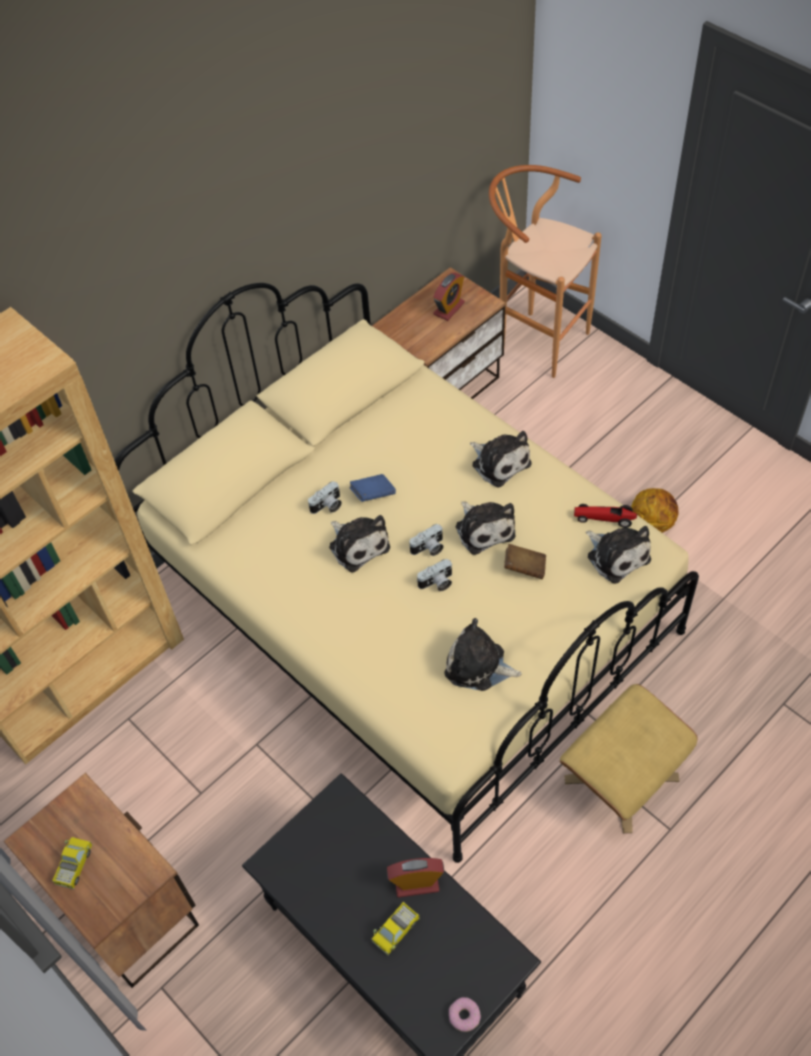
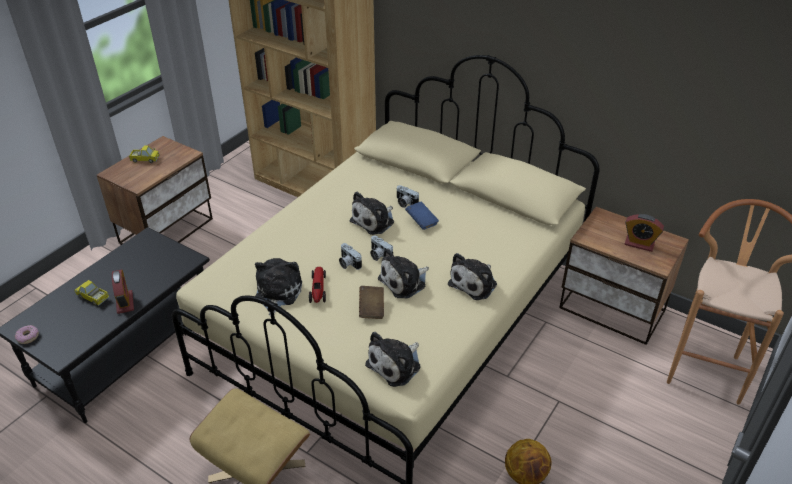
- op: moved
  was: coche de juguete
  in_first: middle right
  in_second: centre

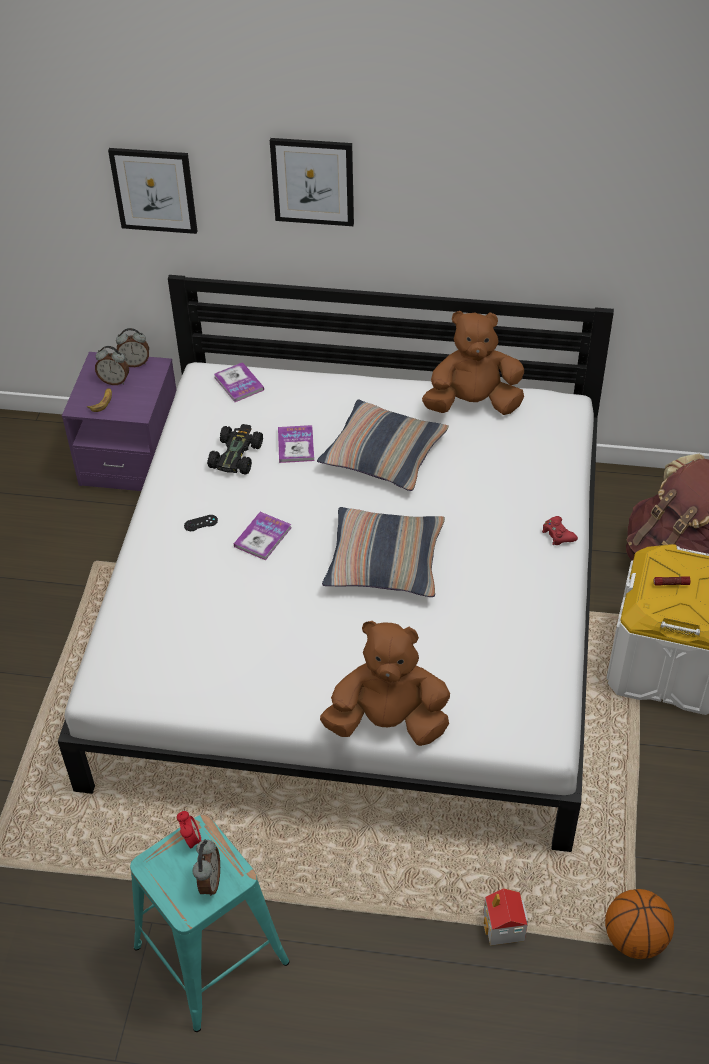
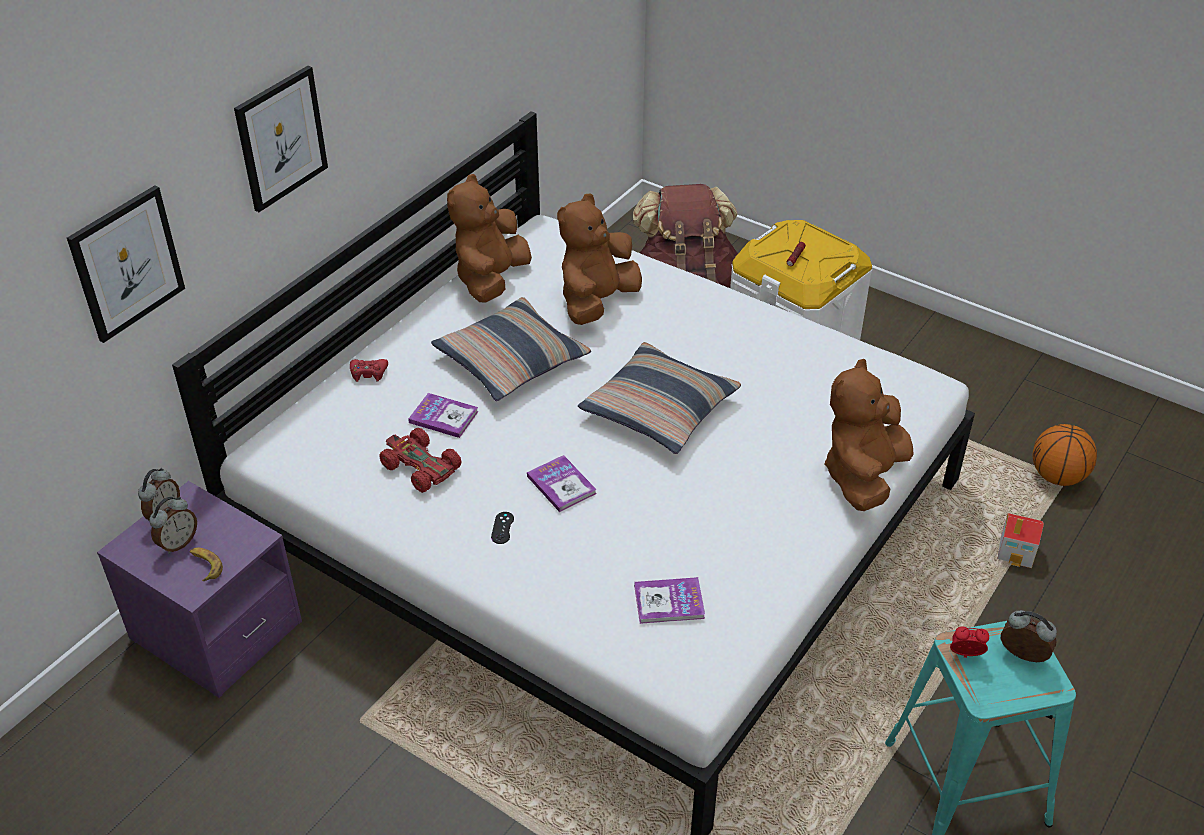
- op: moved
  was: mando de consola [rojo]
  in_first: middle right
  in_second: middle left
- op: recoloured
  was: coche de juguete [negro]
  now: coche de juguete [rojo]
  in_first: middle left
  in_second: centre
- op: added
  now: peluche [marrón] (2nd from left)
  in_second: top centre
- op: moved
  was: libro (1st from left in the first image)
  now: libro (3rd from left)
  in_first: centre
  in_second: bottom centre

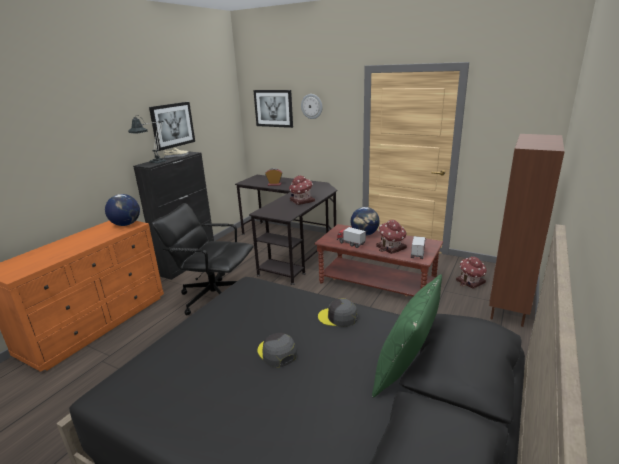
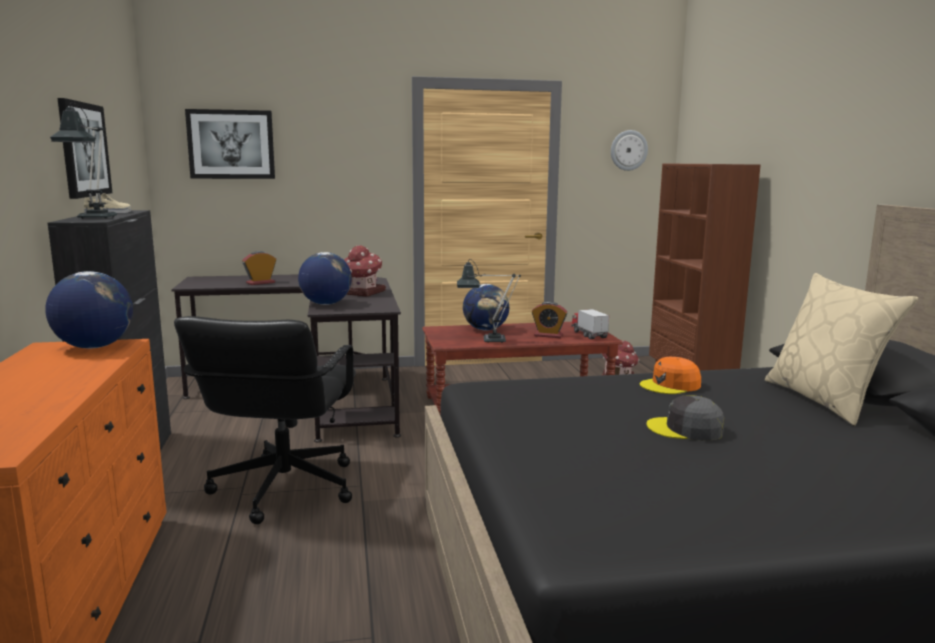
- op: turned
  was: silla de oficina [negro]
  in_first: middle left
  in_second: middle left
  clockwise: -60
- op: added
  now: globo terráqueo (2nd from left)
  in_second: centre
- op: replaced
  was: camión de juguete (1st from left)
  now: lámpara de mesa (2nd from left)
  in_first: centre
  in_second: centre
- op: replaced
  was: casita (2nd from left)
  now: despertador (2nd from left)
  in_first: centre
  in_second: centre
- op: moved
  was: reloj de pared
  in_first: top centre
  in_second: top right
- op: recoloured
  was: gorra [gris] (2nd from left)
  now: gorra [naranja]
  in_first: bottom centre
  in_second: middle right
- op: recoloured
  was: cojín [verde]
  now: cojín [beis]
  in_first: bottom centre
  in_second: middle right

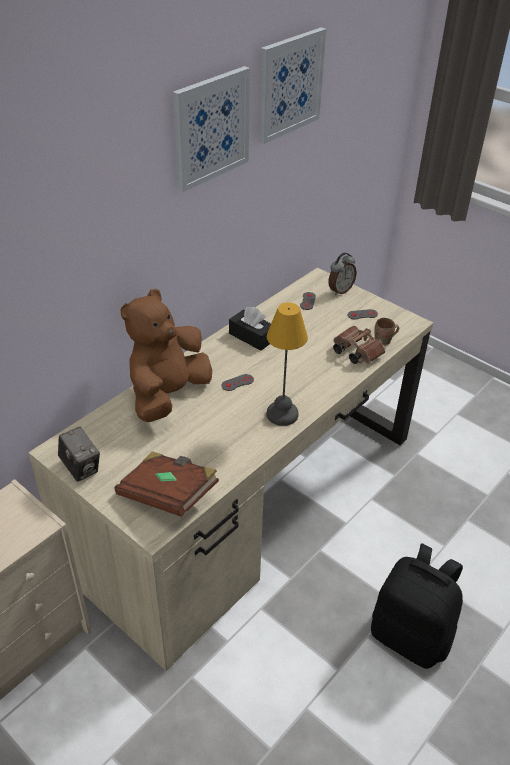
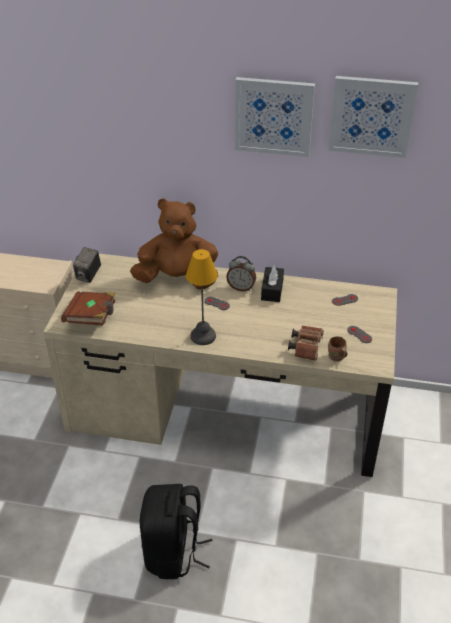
- op: moved
  was: despertador
  in_first: middle right
  in_second: centre

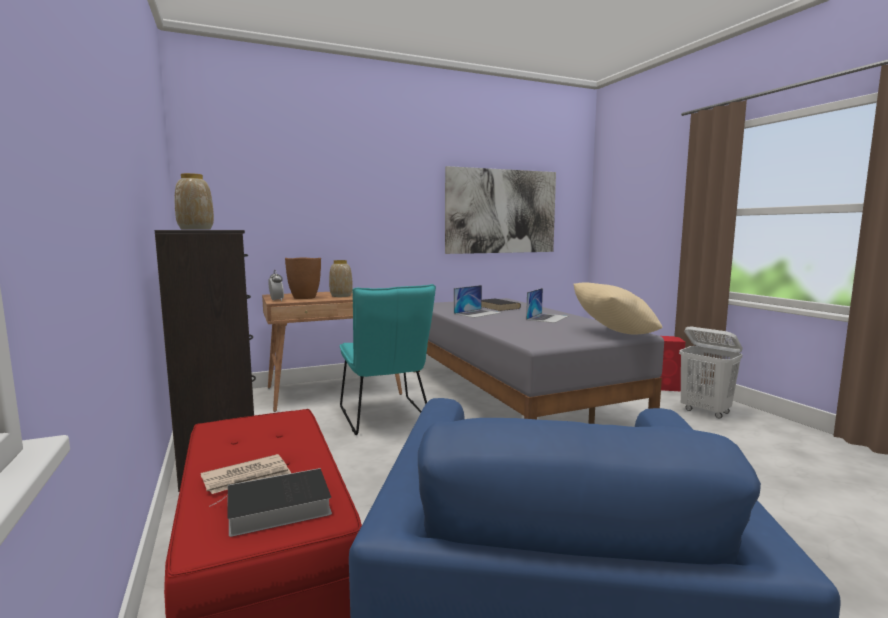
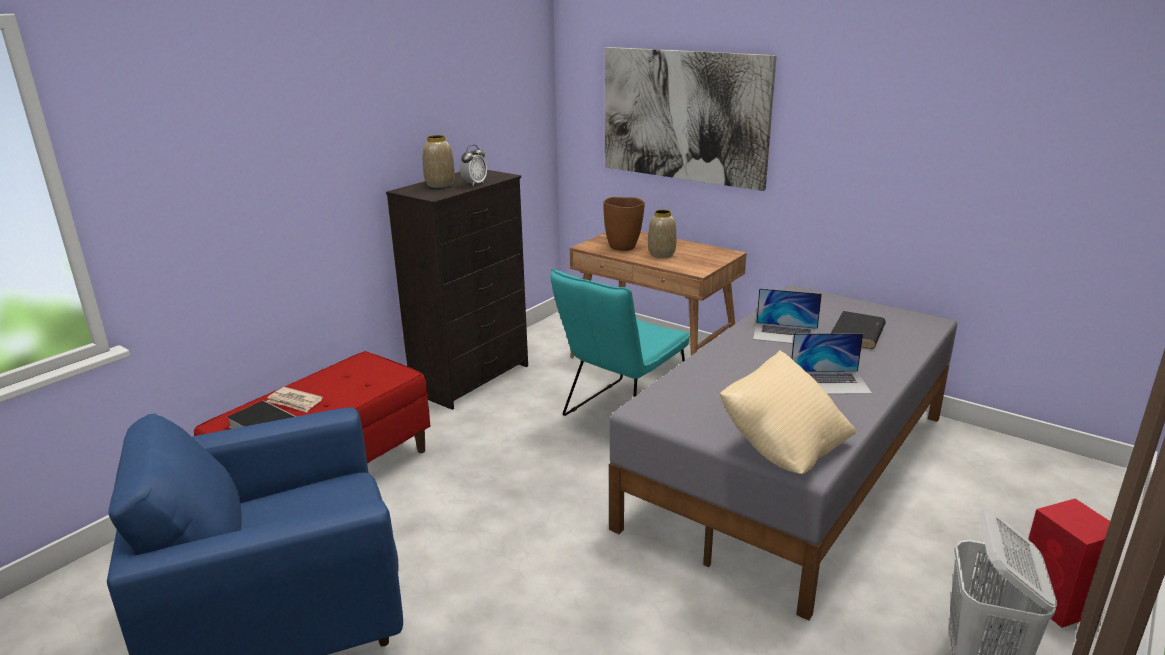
- op: moved
  was: despertador
  in_first: middle left
  in_second: top centre
- op: moved
  was: cuadro
  in_first: centre
  in_second: top centre

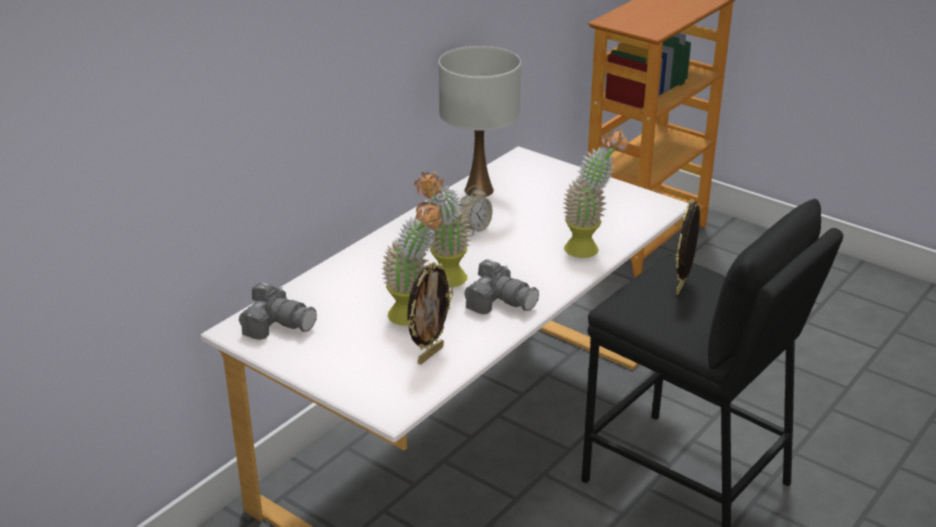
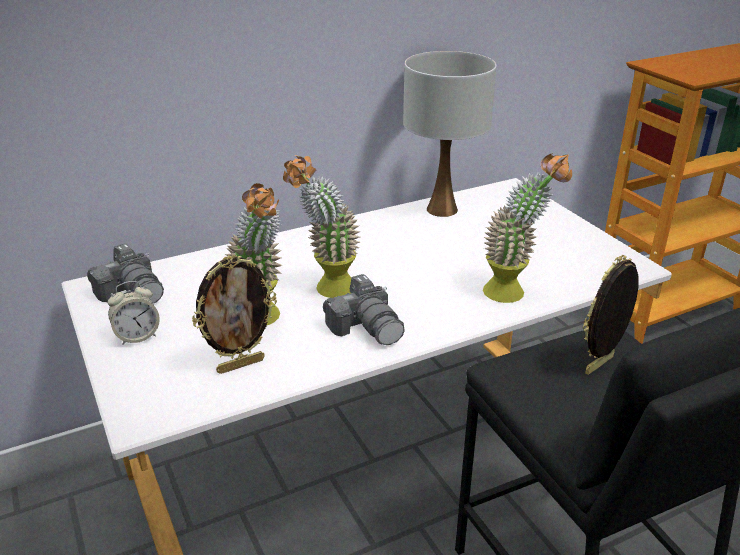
- op: moved
  was: despertador
  in_first: centre
  in_second: middle left

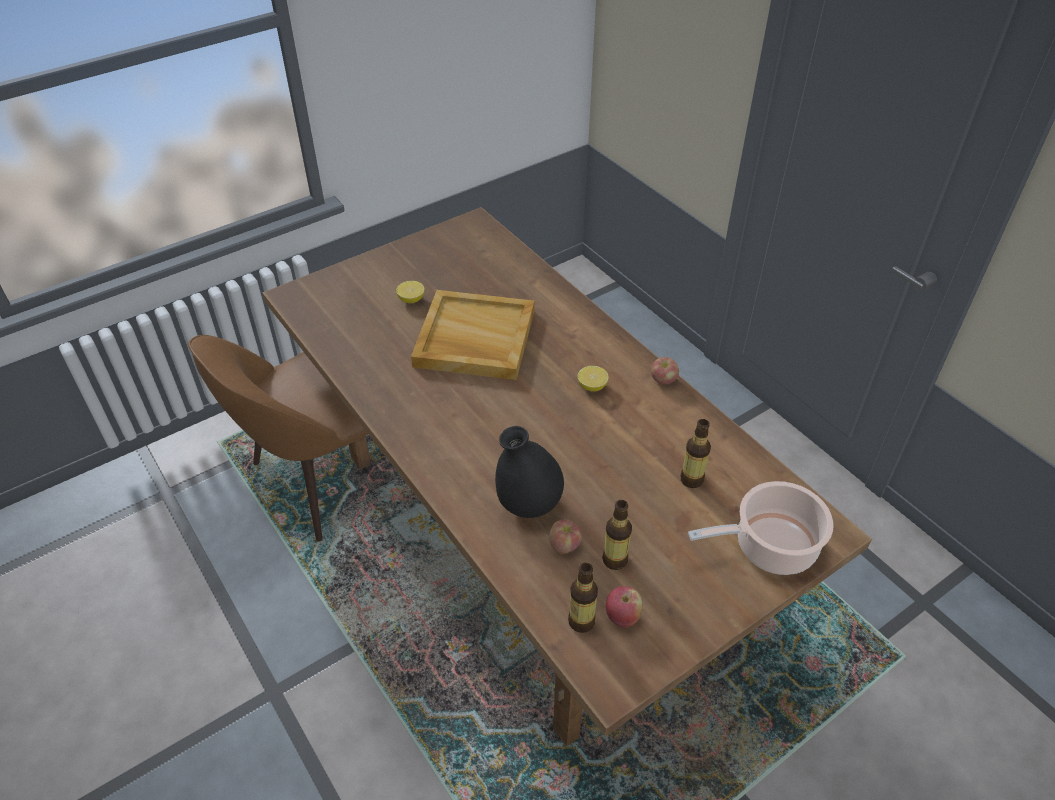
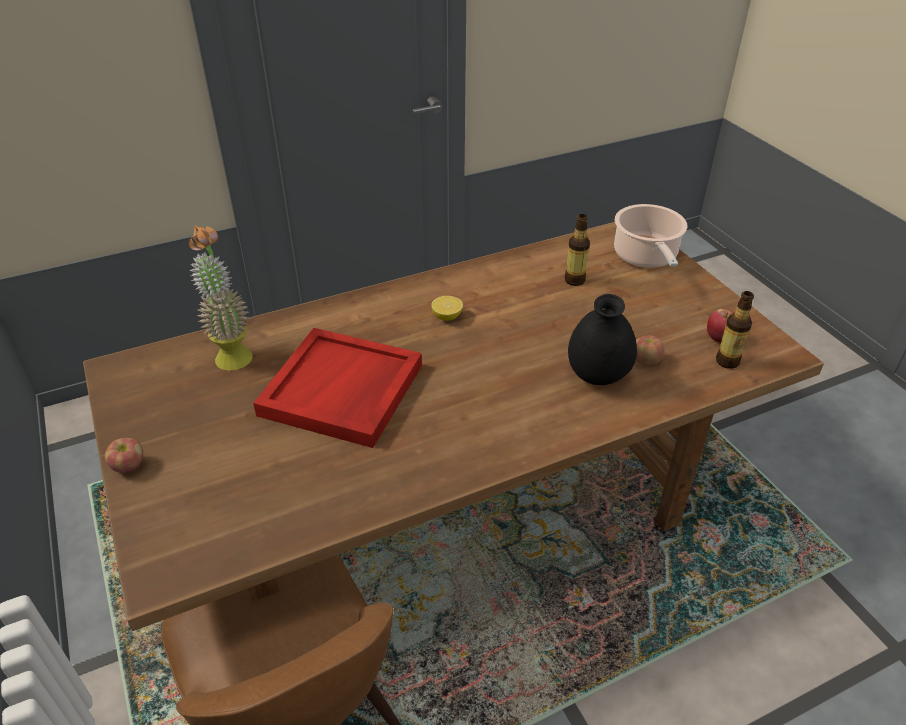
- op: moved
  was: manzana (3rd from left in the first image)
  now: manzana (1st from left)
  in_first: centre
  in_second: middle left
- op: added
  now: planta en maceta
  in_second: middle left
- op: recoloured
  was: bandeja [beis]
  now: bandeja [rojo]
  in_first: centre
  in_second: centre
- op: removed
  was: limón (1st from left)
  in_first: centre
- op: removed
  was: botella (2nd from left)
  in_first: bottom centre

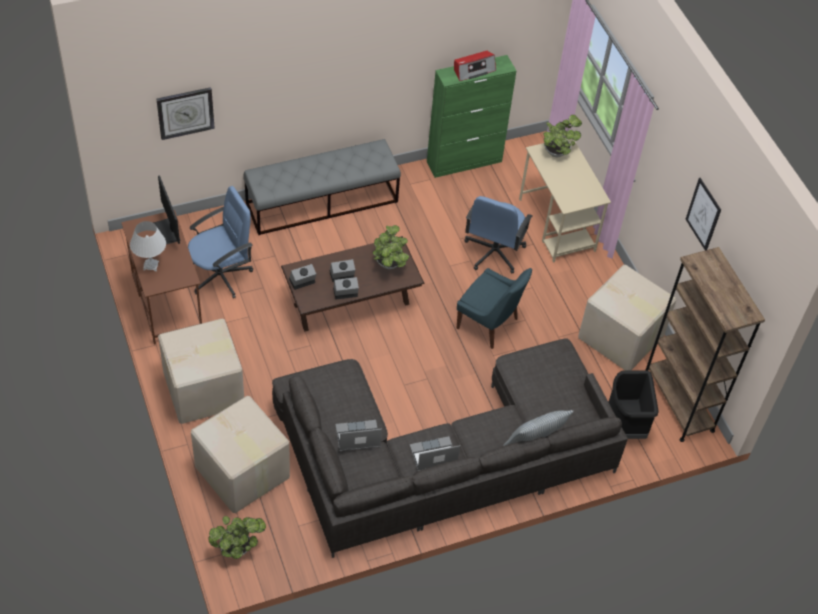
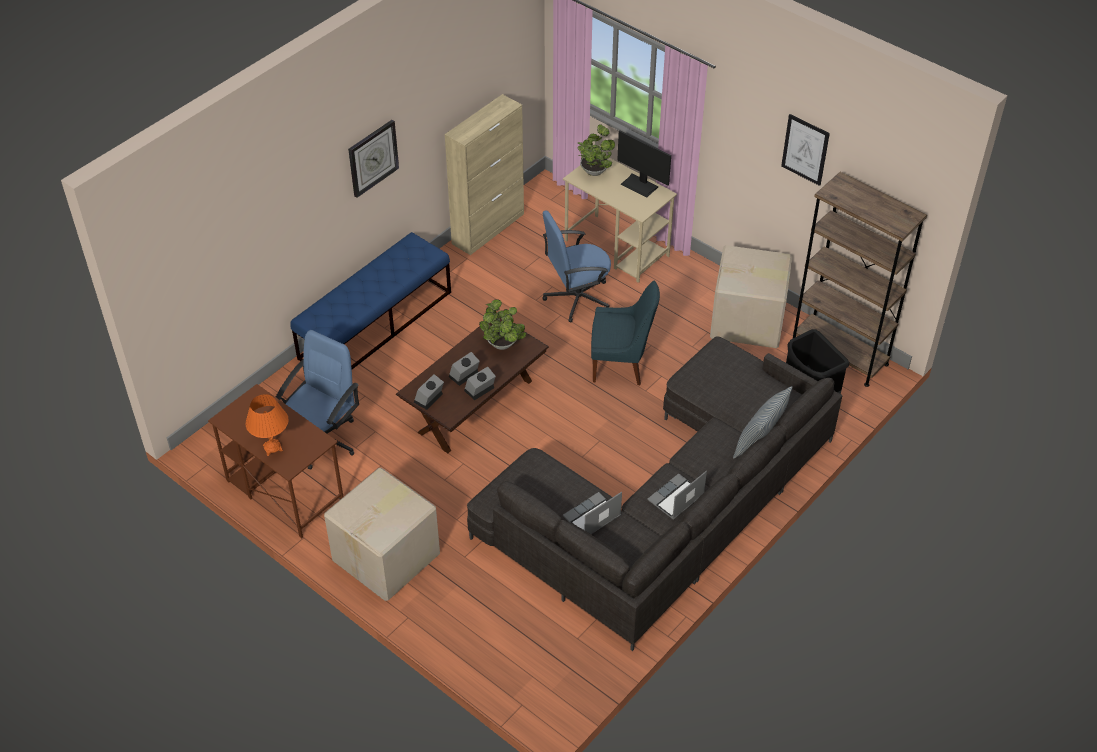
- op: recoloured
  was: lámpara de mesa [blanco]
  now: lámpara de mesa [naranja]
  in_first: middle left
  in_second: middle left
- op: recoloured
  was: banco [gris]
  now: banco [azul]
  in_first: top centre
  in_second: centre
- op: moved
  was: reloj de pared
  in_first: top left
  in_second: top centre
- op: recoloured
  was: armario [verde]
  now: armario [beis]
  in_first: top centre
  in_second: top centre
- op: turned
  was: silla de oficina [azul] (2nd from left)
  in_first: centre
  in_second: centre
  clockwise: 75
- op: moved
  was: monitor
  in_first: middle left
  in_second: top centre
- op: removed
  was: caja de cartón (2nd from left)
  in_first: bottom left
- op: removed
  was: planta en maceta (1st from left)
  in_first: bottom left
- op: removed
  was: radio
  in_first: top centre

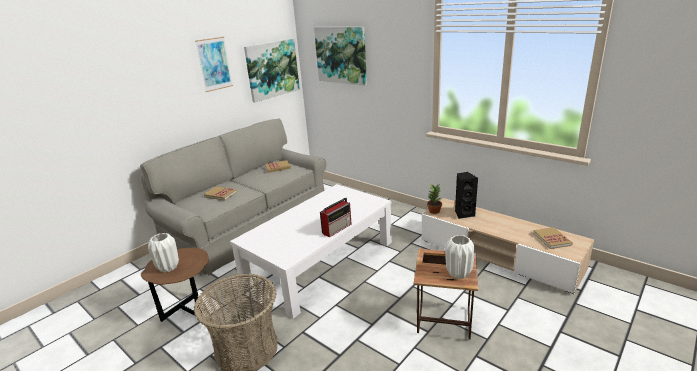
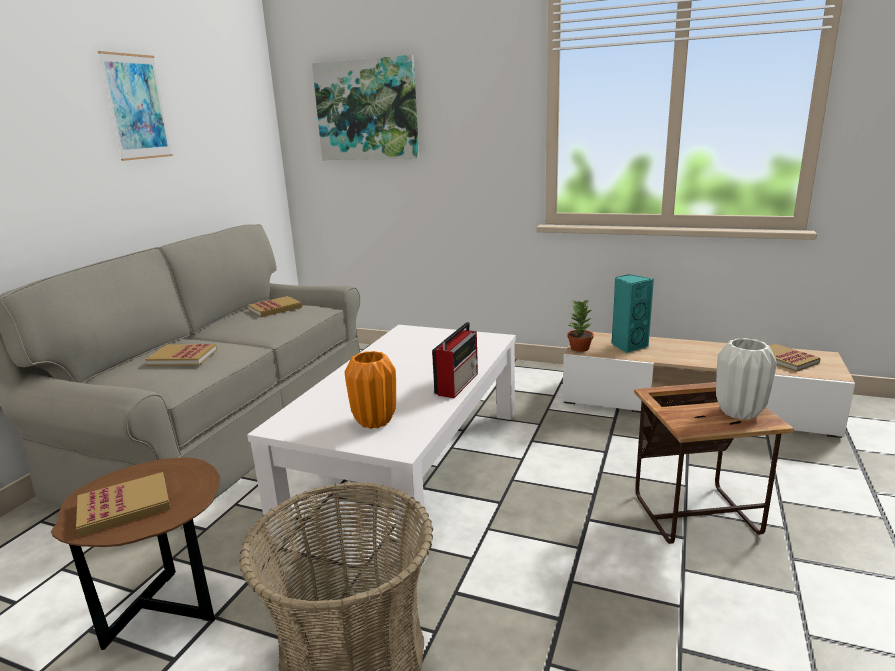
- op: replaced
  was: florero [blanco] (1st from left)
  now: libro (1st from left)
  in_first: bottom left
  in_second: bottom left
- op: added
  now: florero [naranja]
  in_second: centre
- op: recoloured
  was: altavoz [negro]
  now: altavoz [turquesa]
  in_first: middle right
  in_second: middle right
- op: removed
  was: cuadro (2nd from left)
  in_first: top centre

